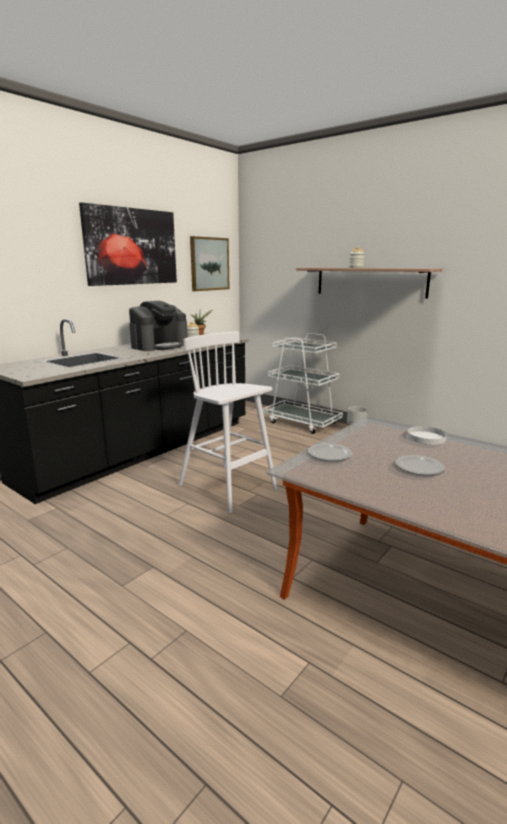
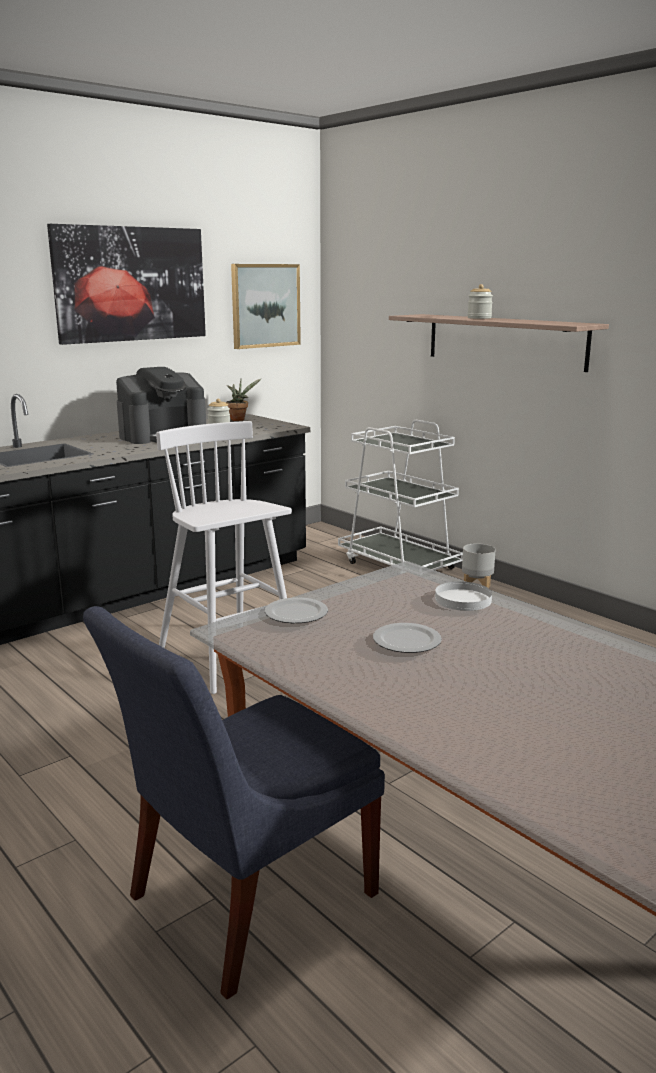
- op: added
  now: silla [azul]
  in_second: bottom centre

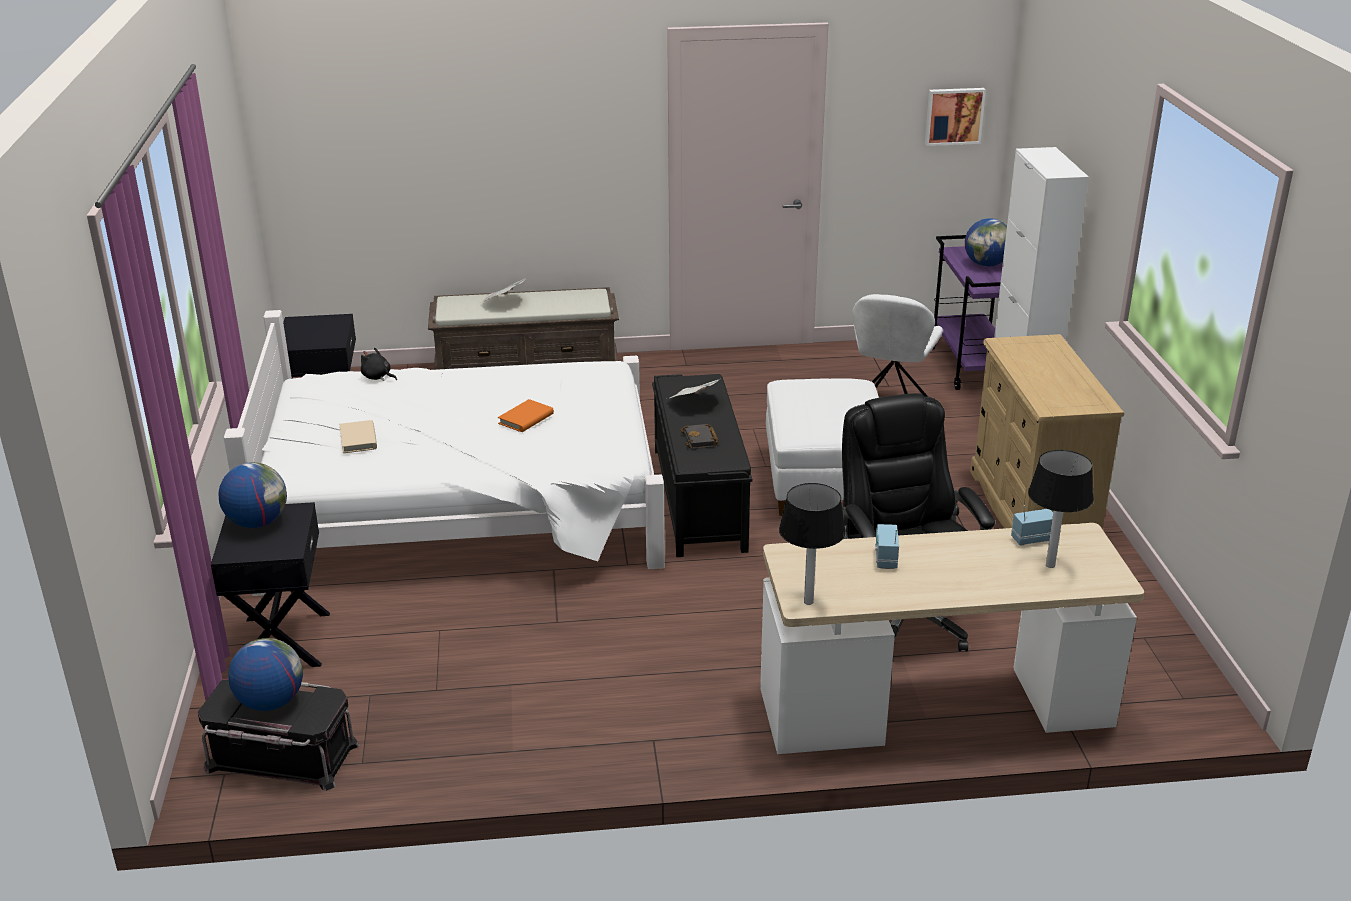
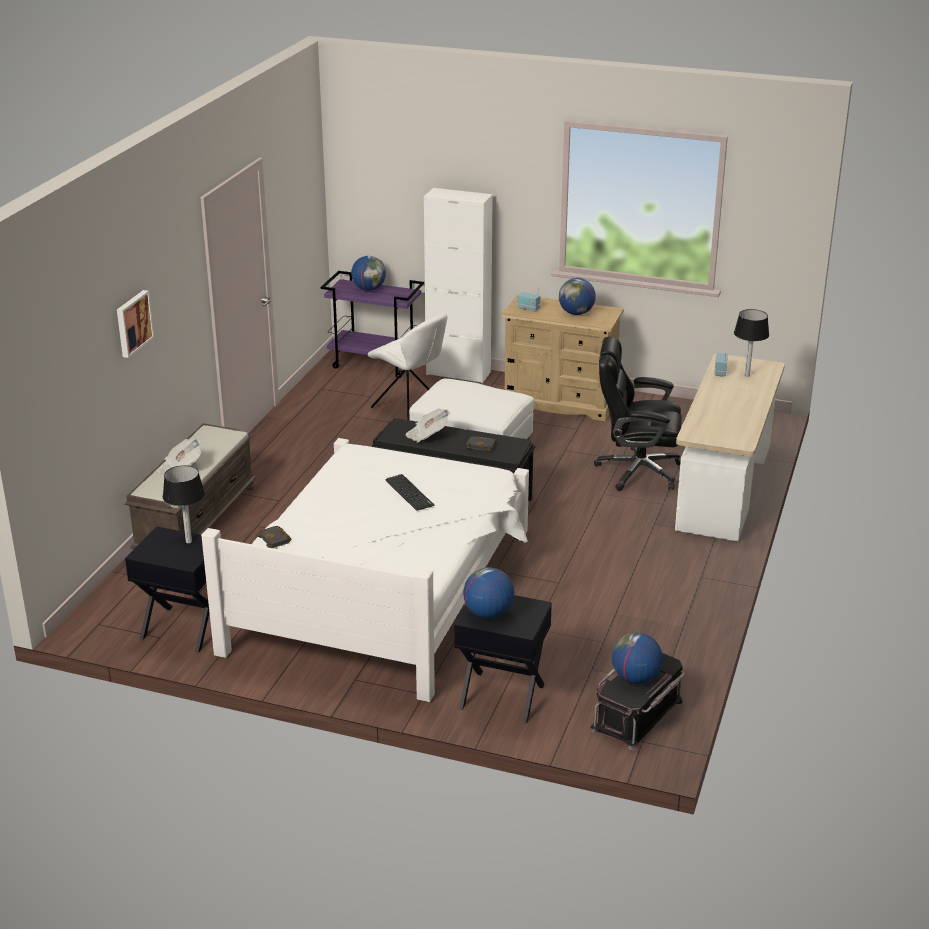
- op: moved
  was: cuadro
  in_first: top right
  in_second: middle left
- op: moved
  was: lámpara de mesa (1st from left)
  in_first: centre
  in_second: middle left
- op: replaced
  was: peluche [negro]
  now: libro [negro] (1st from left)
  in_first: middle left
  in_second: middle left
- op: replaced
  was: libro [naranja]
  now: teclado
  in_first: centre
  in_second: centre
- op: moved
  was: radio (1st from left)
  in_first: centre
  in_second: top centre
- op: added
  now: globo terráqueo (3rd from left)
  in_second: top centre
- op: removed
  was: libro [beis]
  in_first: middle left

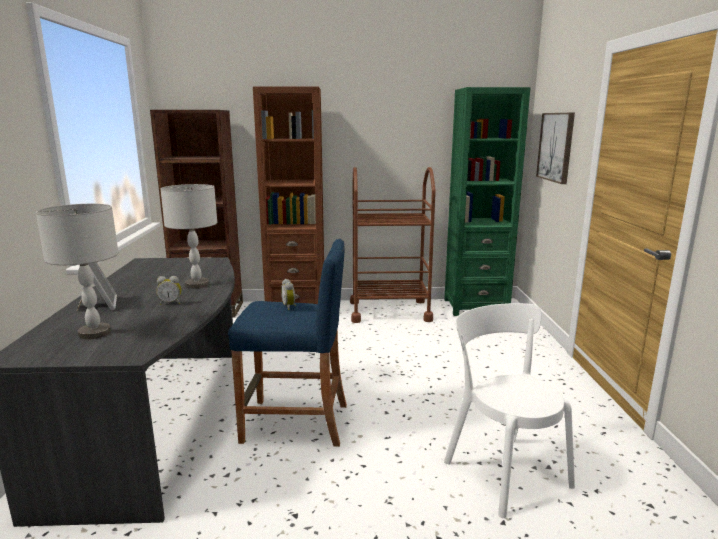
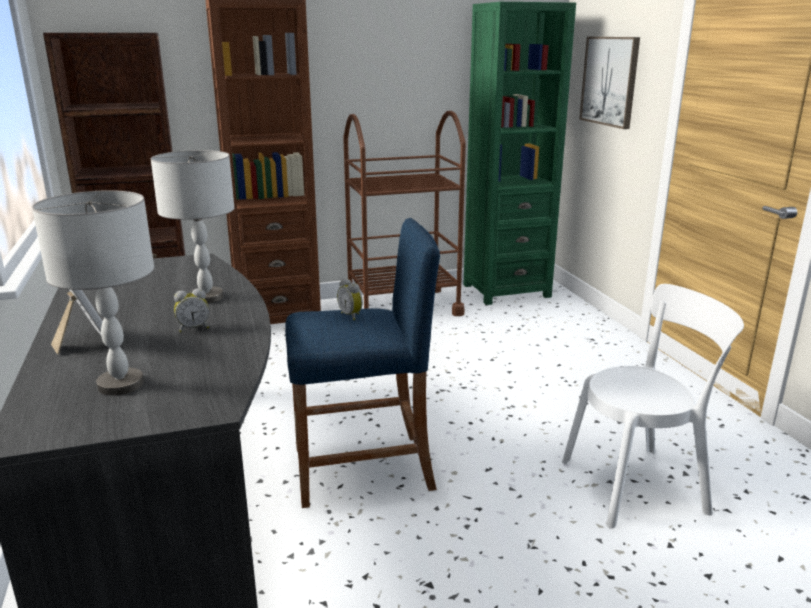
- op: turned
  was: silla [blanco]
  in_first: bottom right
  in_second: bottom right
  clockwise: 120

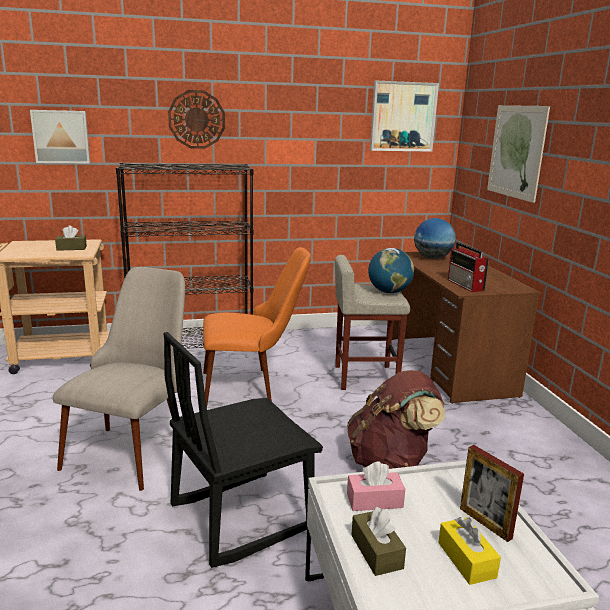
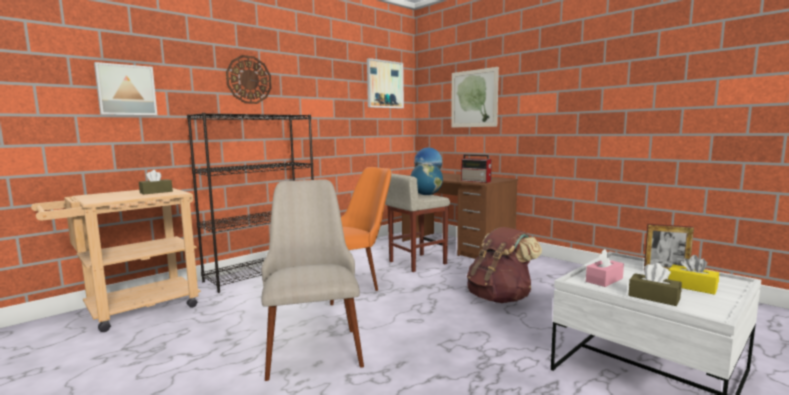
- op: removed
  was: silla [negro]
  in_first: bottom centre

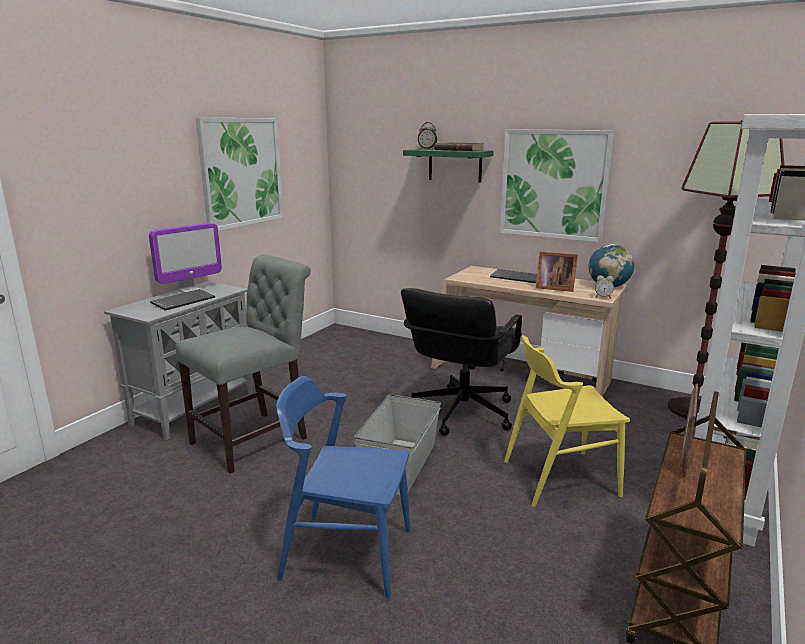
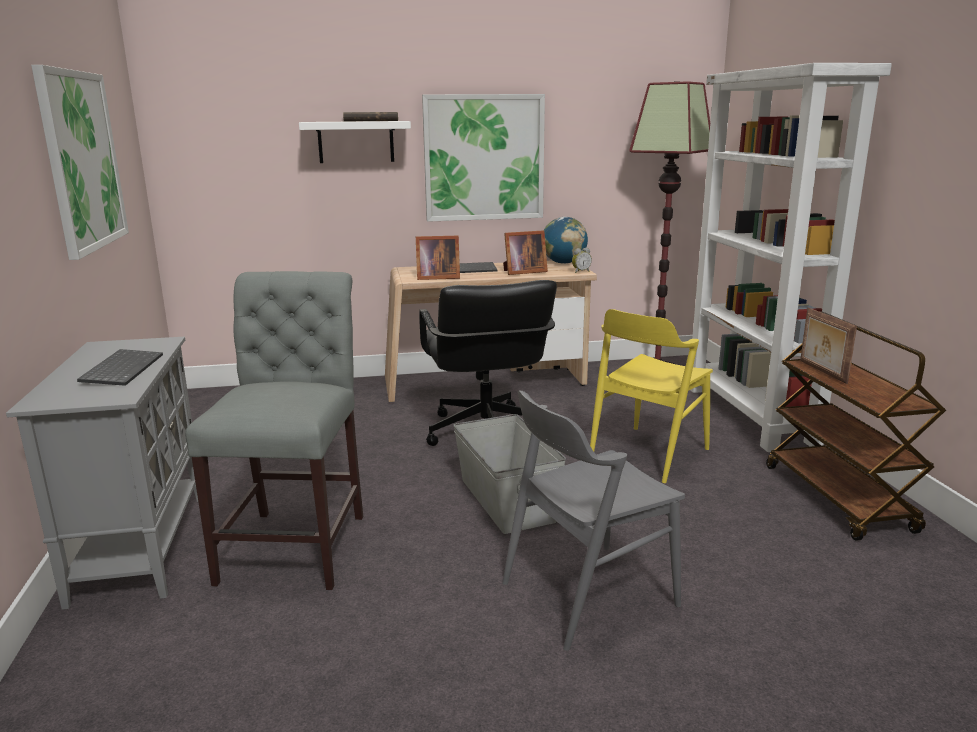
- op: recoloured
  was: estante [verde]
  now: estante [blanco]
  in_first: top centre
  in_second: top centre
- op: added
  now: portarretratos (1st from left)
  in_second: centre
- op: recoloured
  was: silla [azul]
  now: silla [gris] (2nd from left)
  in_first: bottom centre
  in_second: bottom centre
- op: removed
  was: monitor
  in_first: middle left
- op: removed
  was: despertador (1st from left)
  in_first: top centre

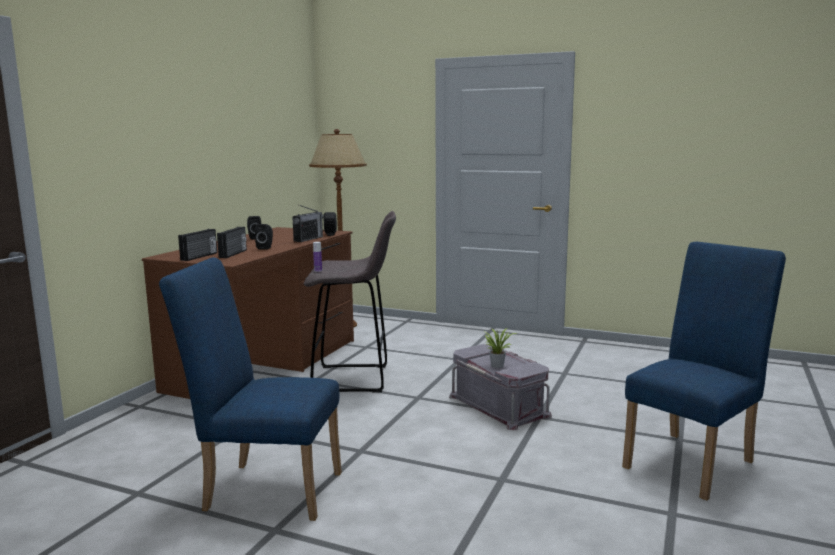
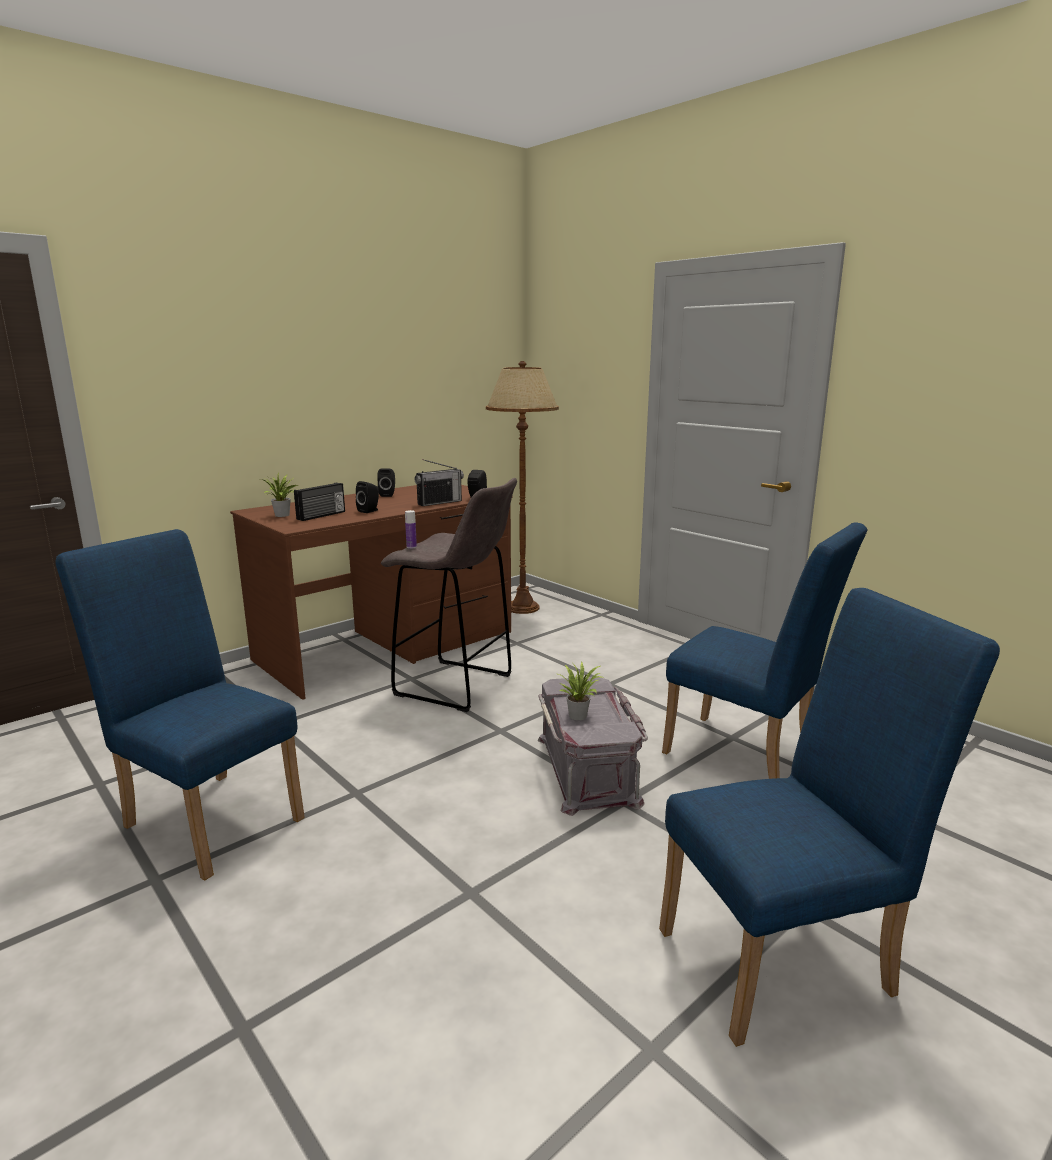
- op: replaced
  was: radio (1st from left)
  now: planta en maceta (1st from left)
  in_first: middle left
  in_second: middle left
- op: added
  now: silla [azul] (2nd from left)
  in_second: middle right

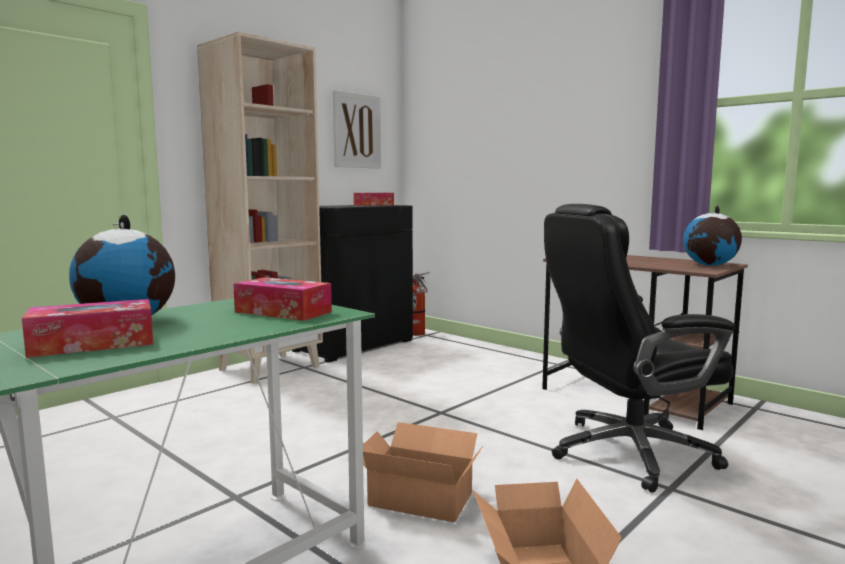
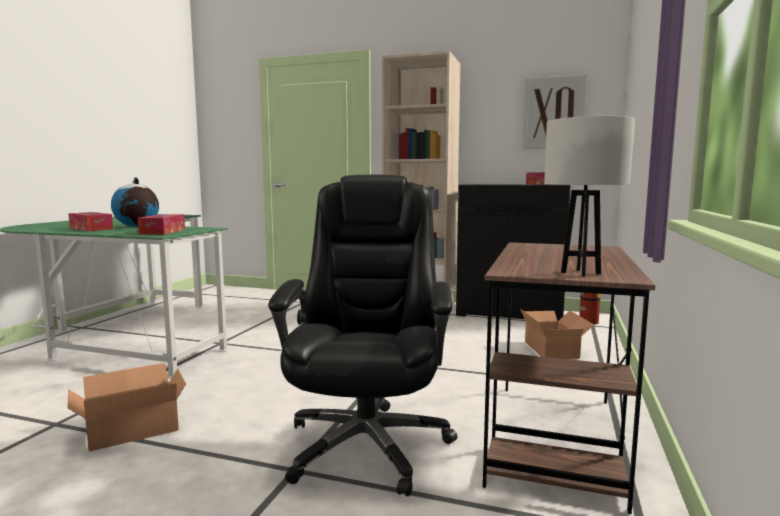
- op: turned
  was: silla de oficina [negro]
  in_first: middle right
  in_second: centre
  clockwise: 45
- op: moved
  was: caja de cartón (1st from left in the first image)
  now: caja de cartón (2nd from left)
  in_first: bottom centre
  in_second: middle right
- op: replaced
  was: globo terráqueo (2nd from left)
  now: lámpara de mesa [blanco]
  in_first: middle right
  in_second: middle right

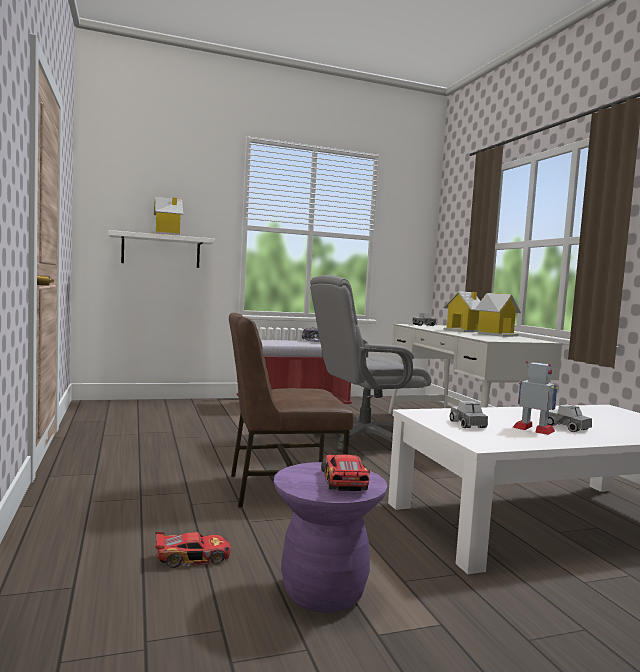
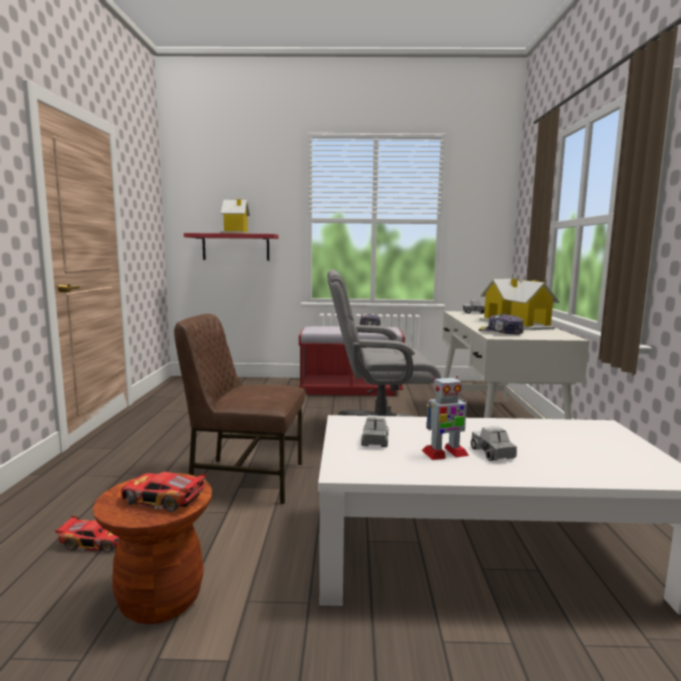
- op: recoloured
  was: taburete [morado]
  now: taburete [marrón]
  in_first: bottom centre
  in_second: bottom left
- op: turned
  was: coche de juguete (2nd from left)
  in_first: bottom centre
  in_second: bottom left
  clockwise: -90
- op: recoloured
  was: estante [blanco]
  now: estante [rojo]
  in_first: middle left
  in_second: centre
- op: turned
  was: robot de juguete
  in_first: middle right
  in_second: centre
  clockwise: 105
- op: added
  now: gorra (2nd from left)
  in_second: middle right

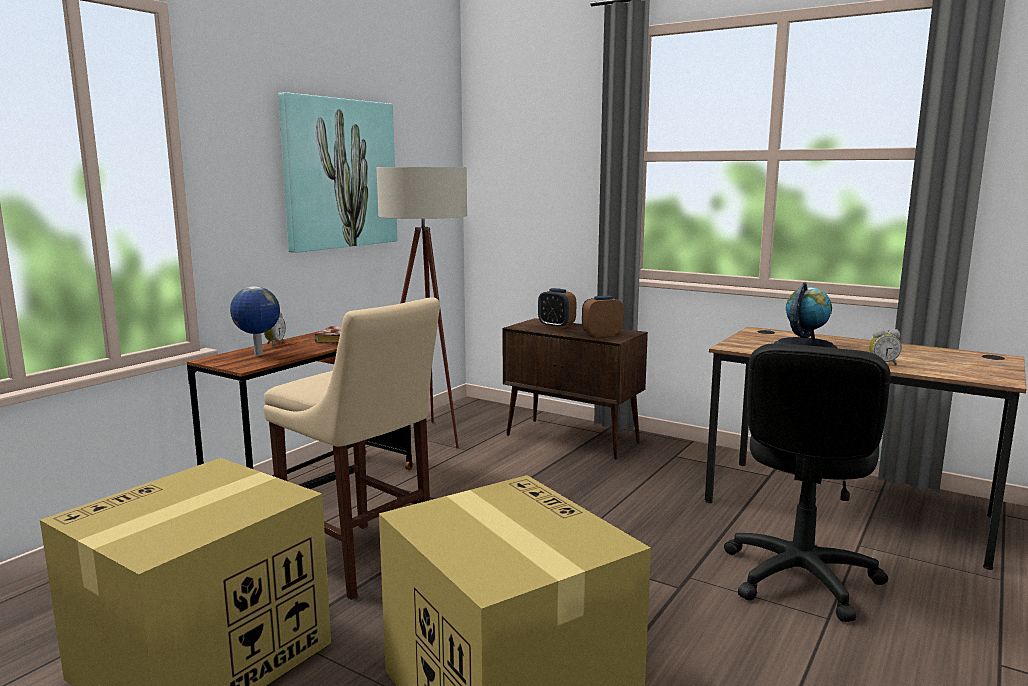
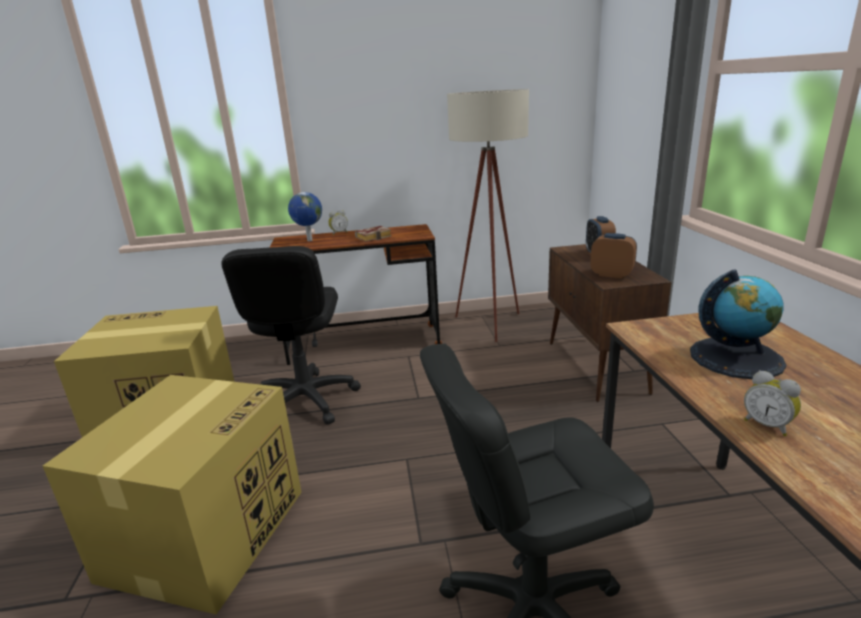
- op: replaced
  was: taburete [beis]
  now: silla de oficina [negro] (1st from left)
  in_first: centre
  in_second: centre
- op: removed
  was: cuadro
  in_first: top left

